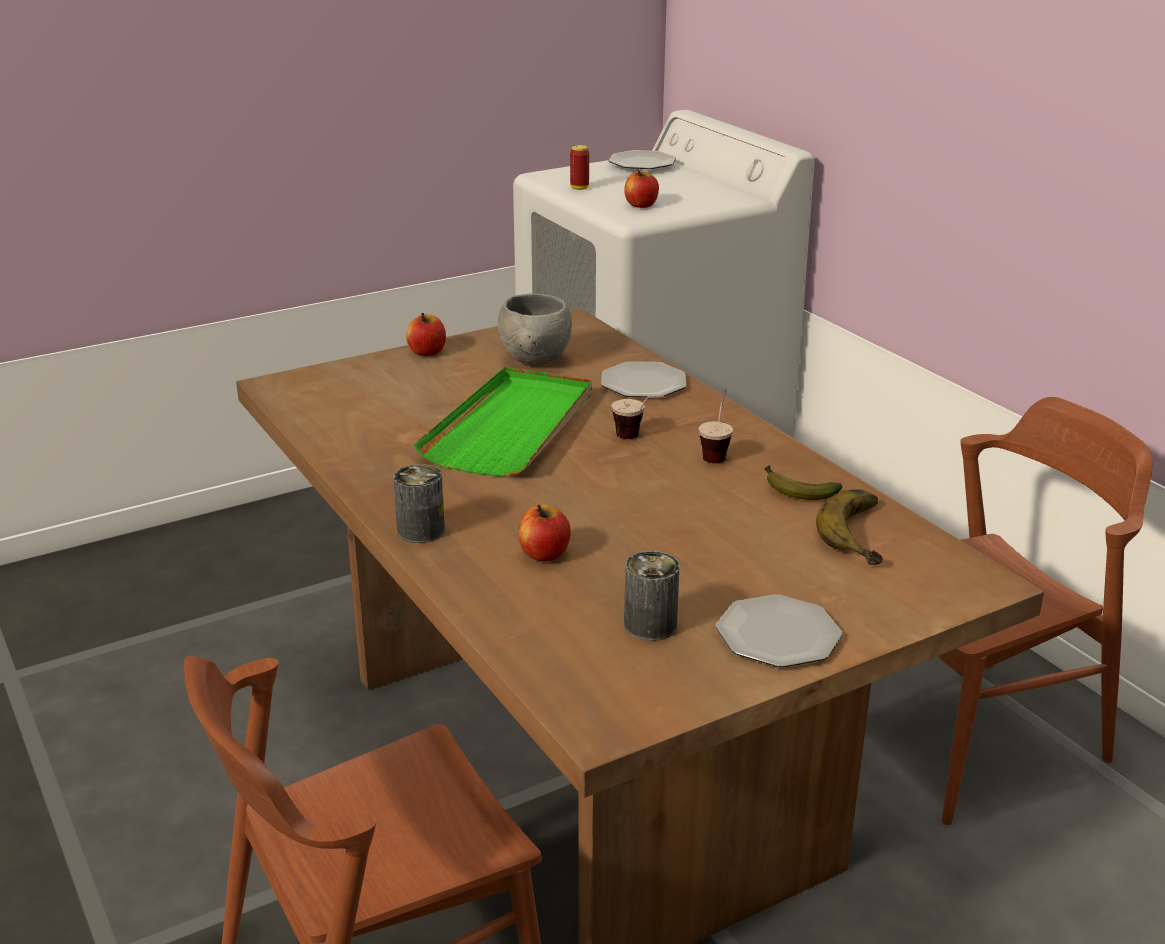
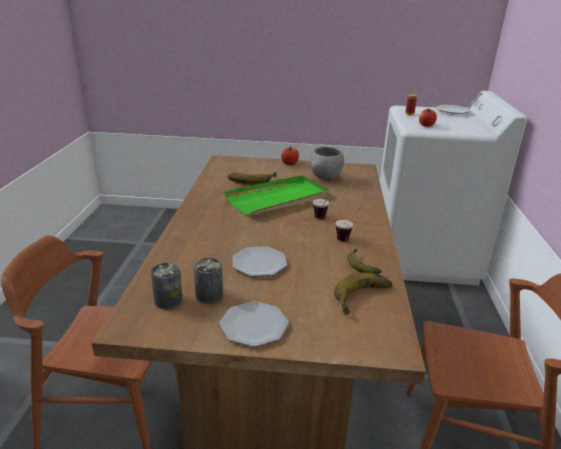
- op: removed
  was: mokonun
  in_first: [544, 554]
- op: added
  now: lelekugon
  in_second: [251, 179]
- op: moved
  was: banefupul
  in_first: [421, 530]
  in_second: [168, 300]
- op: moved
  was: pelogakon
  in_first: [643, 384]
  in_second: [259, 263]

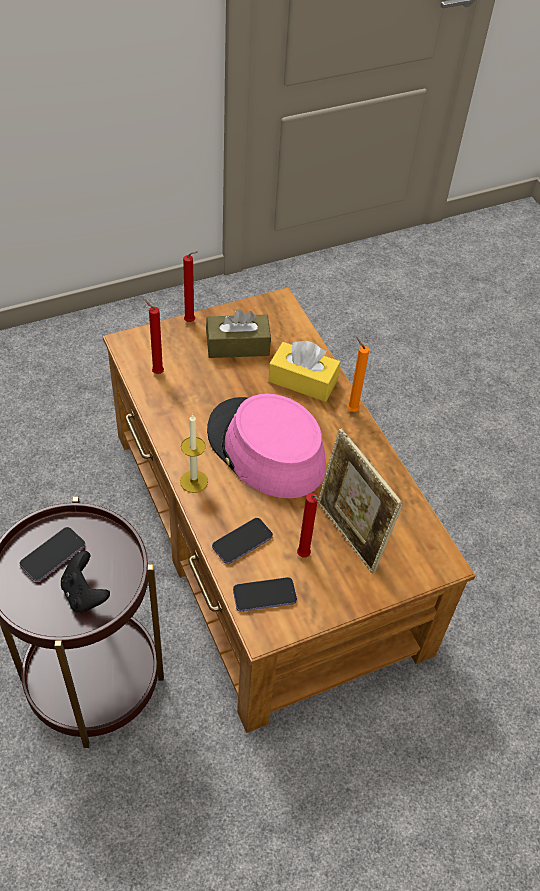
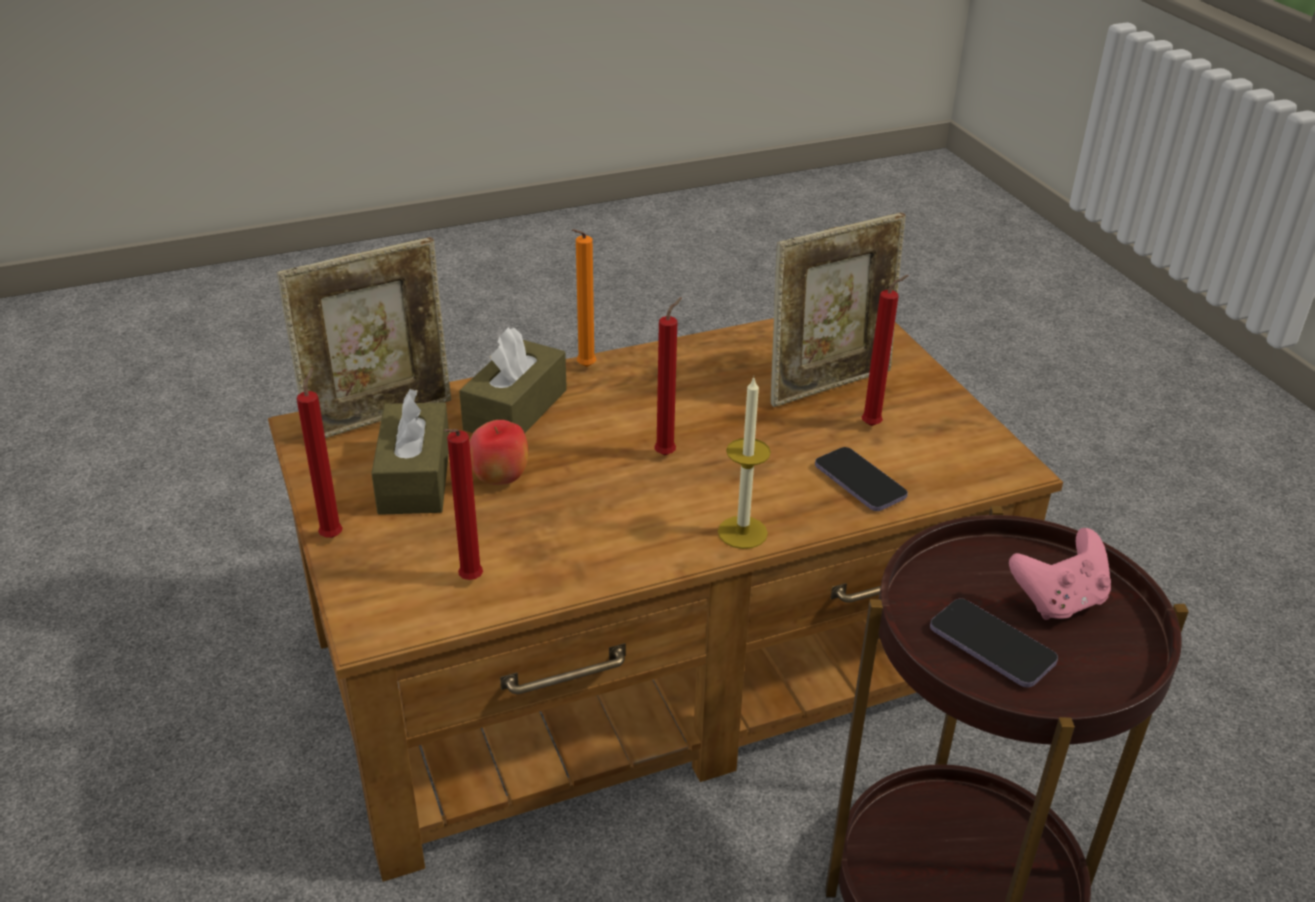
- op: removed
  was: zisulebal
  in_first: [264, 595]
- op: added
  now: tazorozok
  in_second: [380, 416]
- op: added
  now: mokonun
  in_second: [500, 479]
- op: replaced
  was: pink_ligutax
  now: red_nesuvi
  in_first: [265, 449]
  in_second: [667, 453]
- op: recoloured
  was: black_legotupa
  now: pink_legotupa
  in_first: [84, 594]
  in_second: [1058, 601]
- op: recoloured
  was: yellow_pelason
  now: brown_pelason
  in_first: [303, 380]
  in_second: [515, 410]

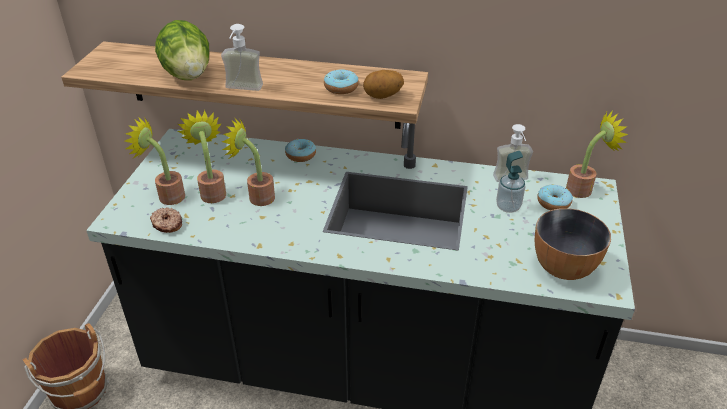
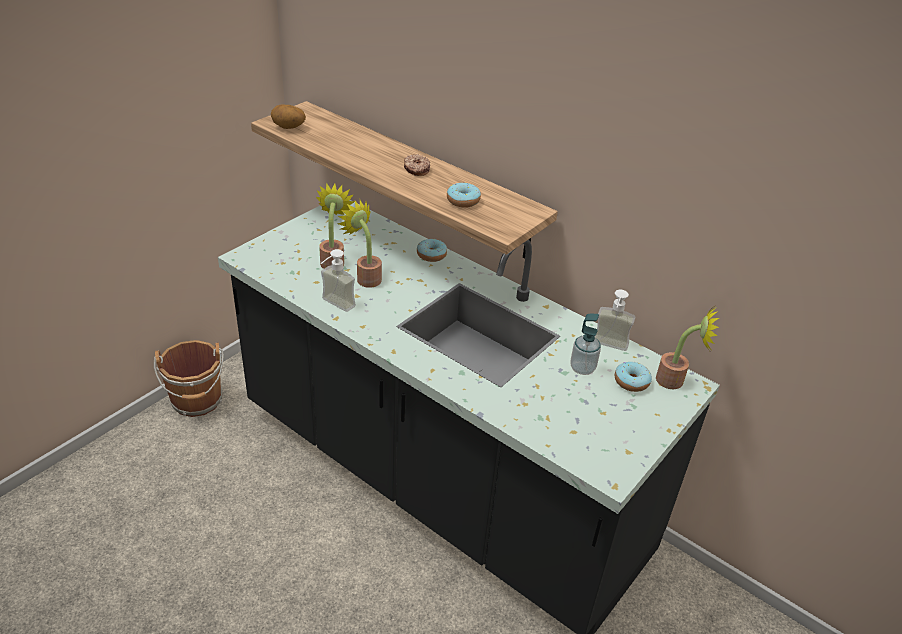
- op: removed
  was: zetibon
  in_first: [167, 196]
- op: removed
  was: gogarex
  in_first: [188, 75]
- op: removed
  was: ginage
  in_first: [564, 267]
- op: moved
  was: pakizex
  in_first: [167, 224]
  in_second: [416, 169]
- op: moved
  was: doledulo
  in_first: [242, 90]
  in_second: [333, 306]
- op: moved
  was: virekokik
  in_first: [383, 96]
  in_second: [288, 128]

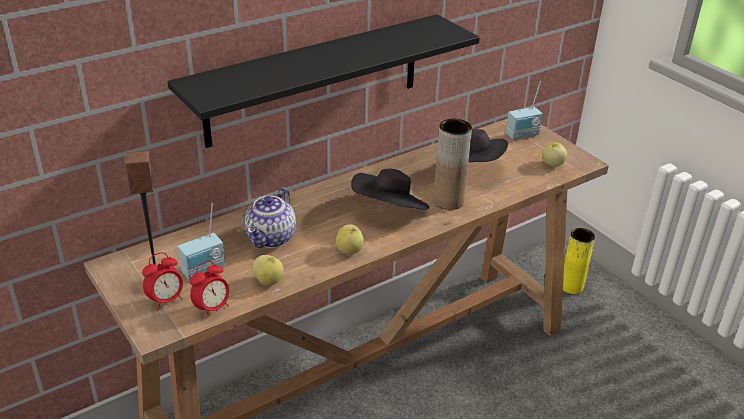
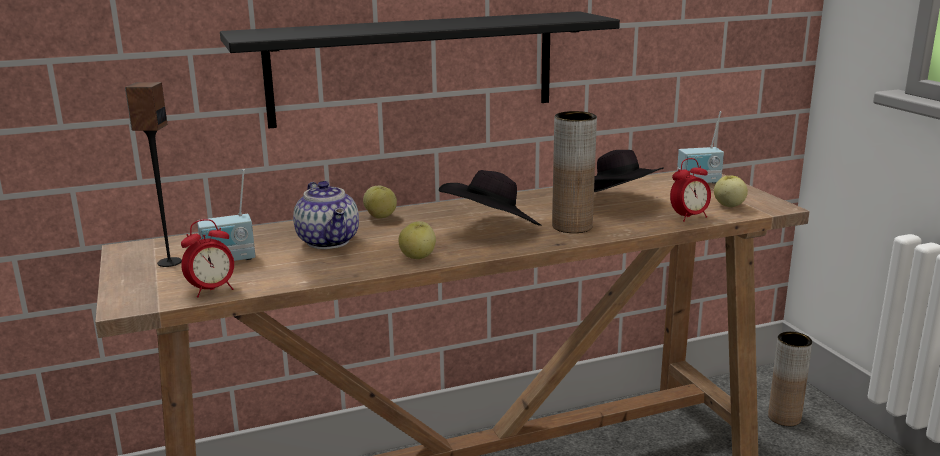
- op: moved
  was: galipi
  in_first: [166, 300]
  in_second: [689, 217]
- op: moved
  was: mokonun
  in_first: [268, 281]
  in_second: [380, 216]
- op: recoloured
  was: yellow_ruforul
  now: brown_ruforul
  in_first: [571, 287]
  in_second: [784, 418]
- op: turned
  was: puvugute
  in_first: [272, 239]
  in_second: [330, 241]
  clockwise: -60

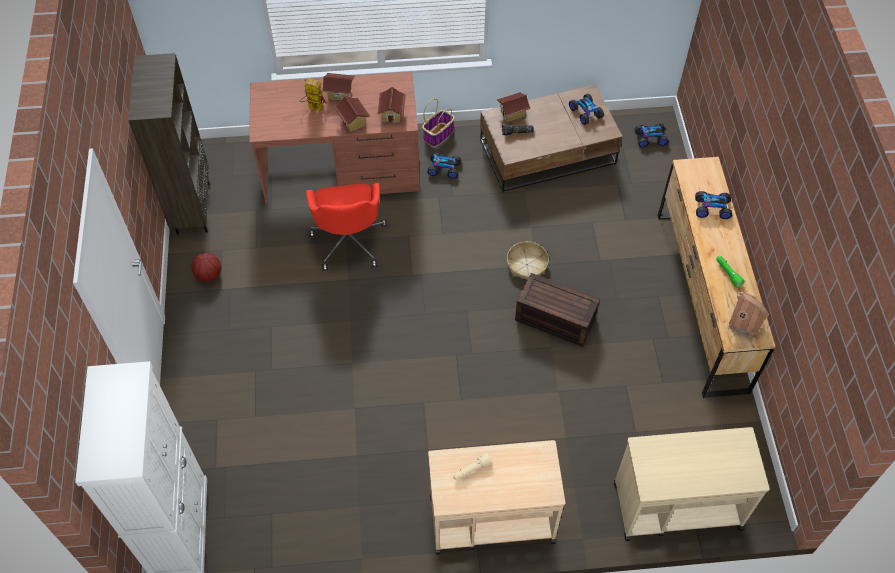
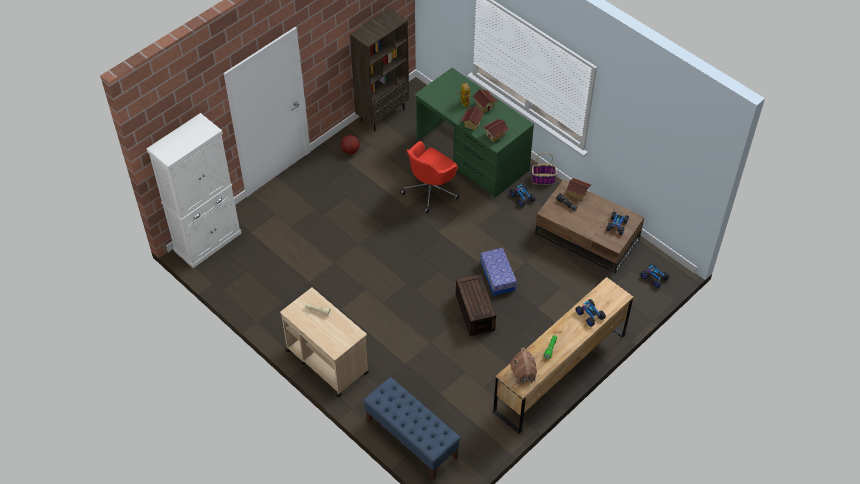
- op: replaced
  was: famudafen
  now: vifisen
  in_first: [527, 264]
  in_second: [497, 276]
- op: replaced
  was: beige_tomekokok
  now: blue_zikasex
  in_first: [676, 505]
  in_second: [411, 439]
- op: recoloured
  was: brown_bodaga
  now: green_bodaga
  in_first: [342, 170]
  in_second: [472, 155]

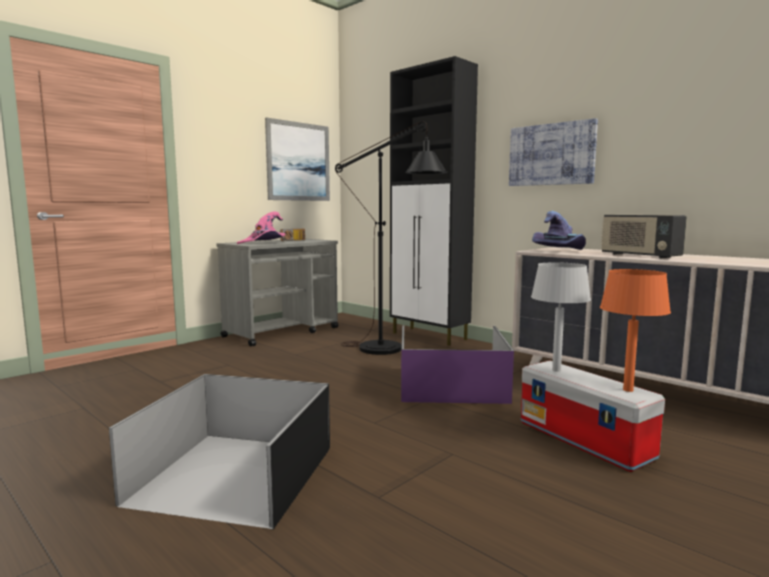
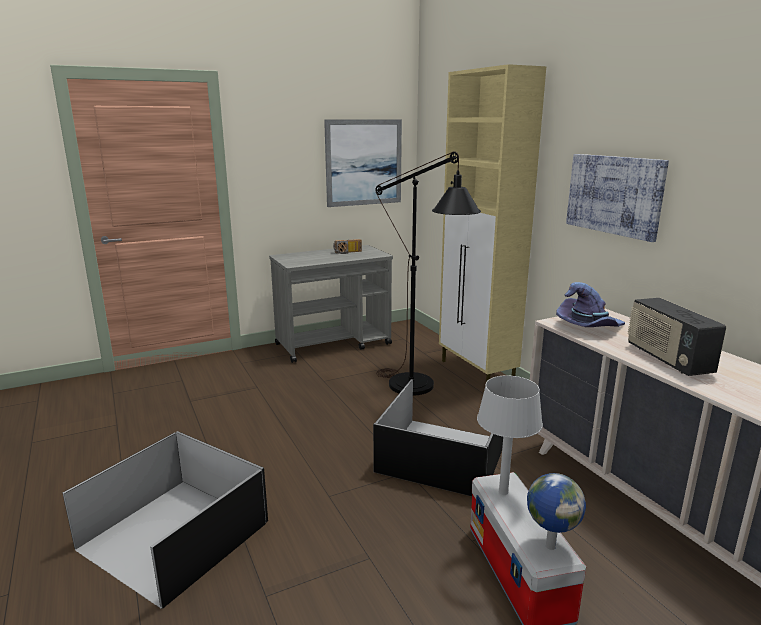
- op: removed
  was: pink_ligutax
  in_first: [263, 243]
- op: replaced
  was: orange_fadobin
  now: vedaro
  in_first: [627, 389]
  in_second: [550, 545]
- op: recoloured
  was: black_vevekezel
  now: beige_vevekezel
  in_first: [430, 336]
  in_second: [477, 372]
- op: recoloured
  was: purple_vifisen
  now: black_vifisen
  in_first: [453, 384]
  in_second: [444, 456]

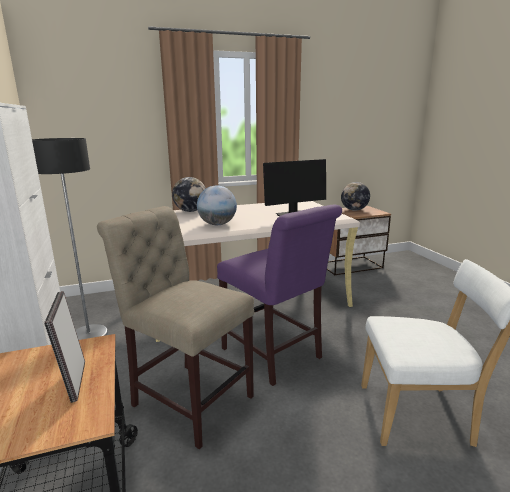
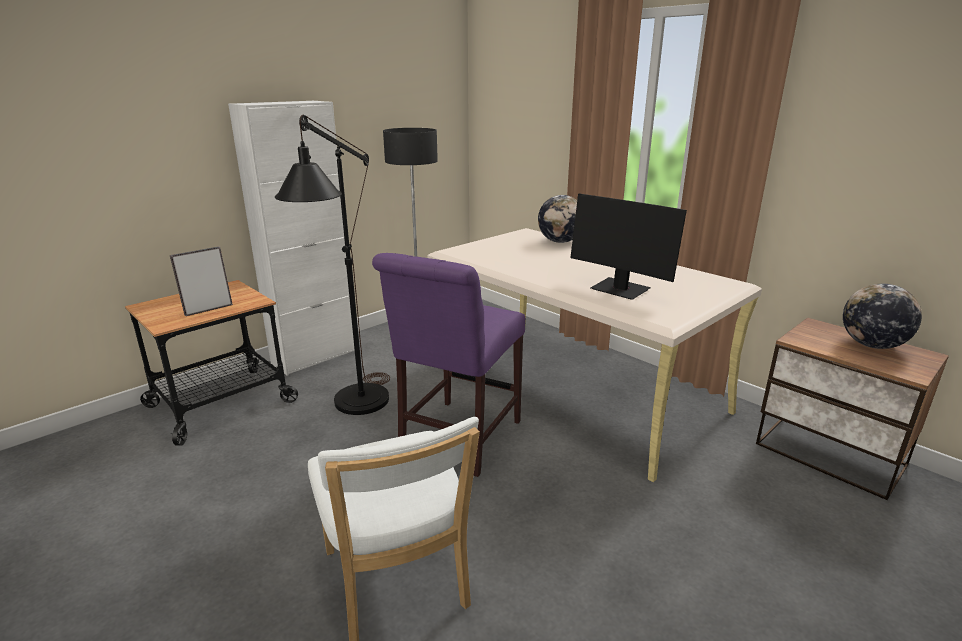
- op: removed
  was: vedaro
  in_first: [217, 224]
- op: replaced
  was: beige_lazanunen
  now: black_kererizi
  in_first: [188, 397]
  in_second: [355, 408]

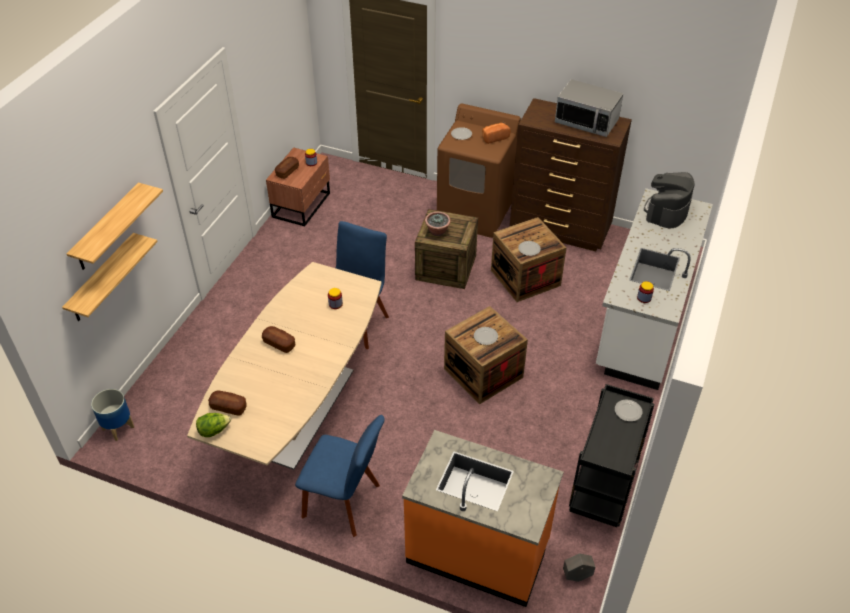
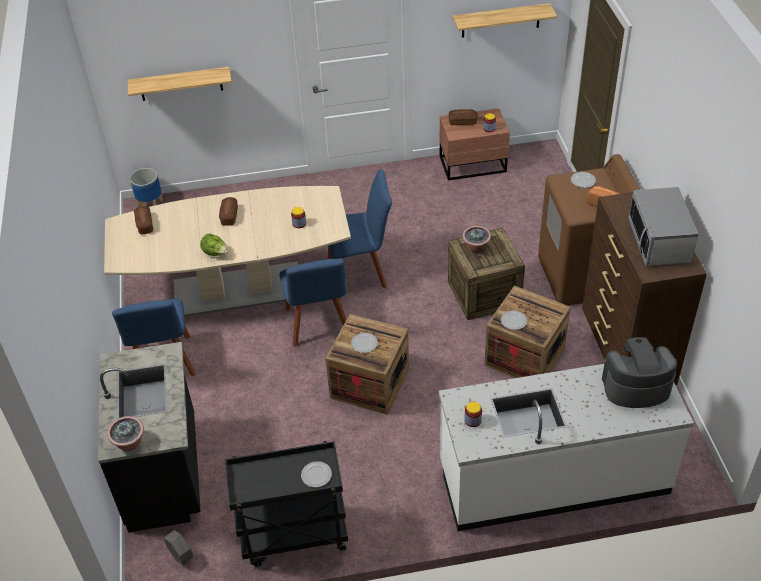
- op: added
  now: zetibon
  in_second: [130, 443]
- op: added
  now: blue_lazanunen
  in_second: [318, 325]
- op: moved
  was: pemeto
  in_first: [107, 228]
  in_second: [500, 20]
- op: moved
  was: gogarex
  in_first: [214, 430]
  in_second: [215, 253]
- op: recoloured
  was: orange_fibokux
  now: black_fibokux
  in_first: [478, 552]
  in_second: [165, 473]

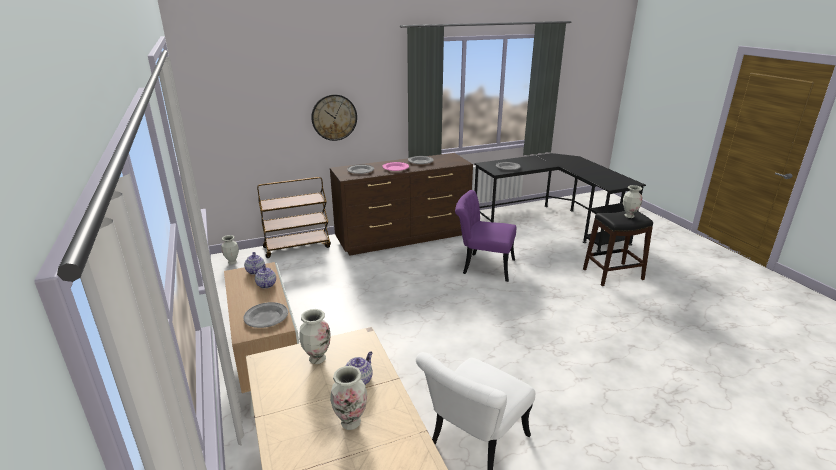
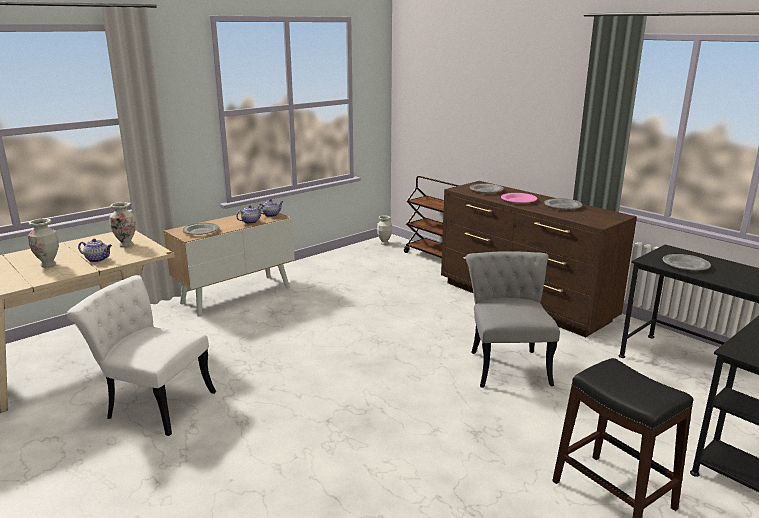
- op: removed
  was: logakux
  in_first: [334, 117]
- op: removed
  was: ruforul
  in_first: [629, 216]
- op: recoloured
  was: purple_lazanunen
  now: grey_lazanunen
  in_first: [482, 266]
  in_second: [507, 363]

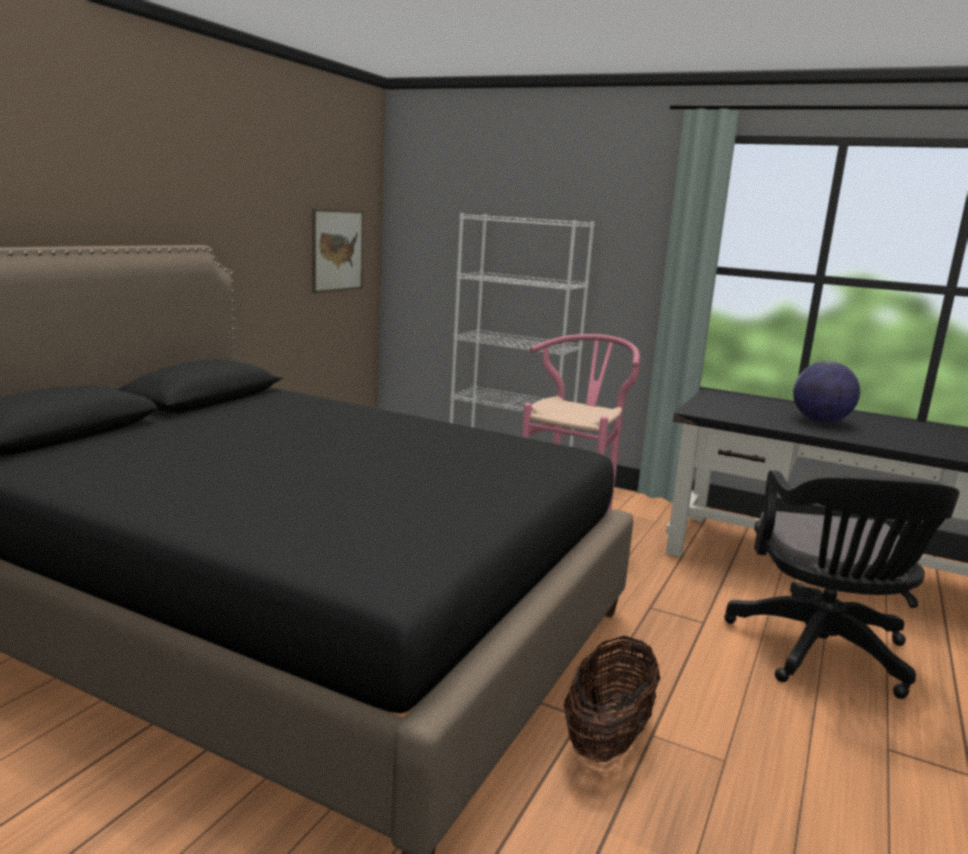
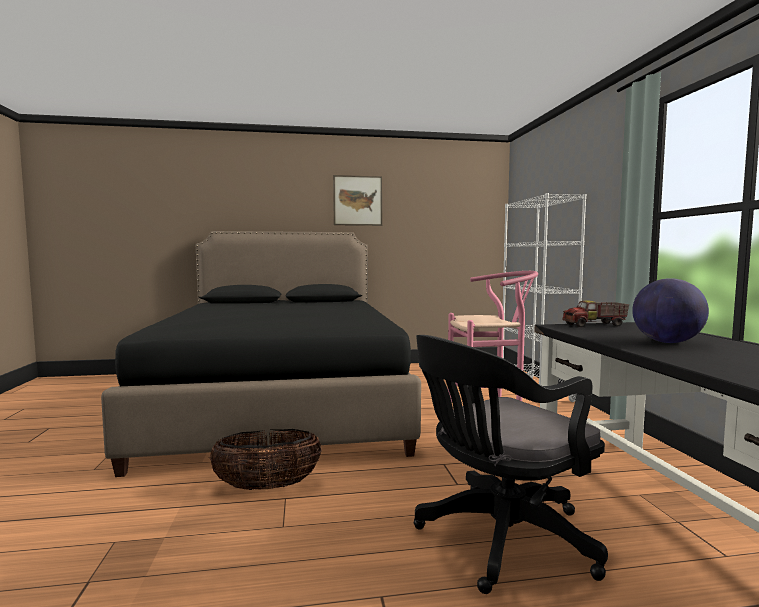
- op: added
  now: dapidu
  in_second: [595, 325]
- op: moved
  was: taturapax
  in_first: [337, 250]
  in_second: [357, 200]

